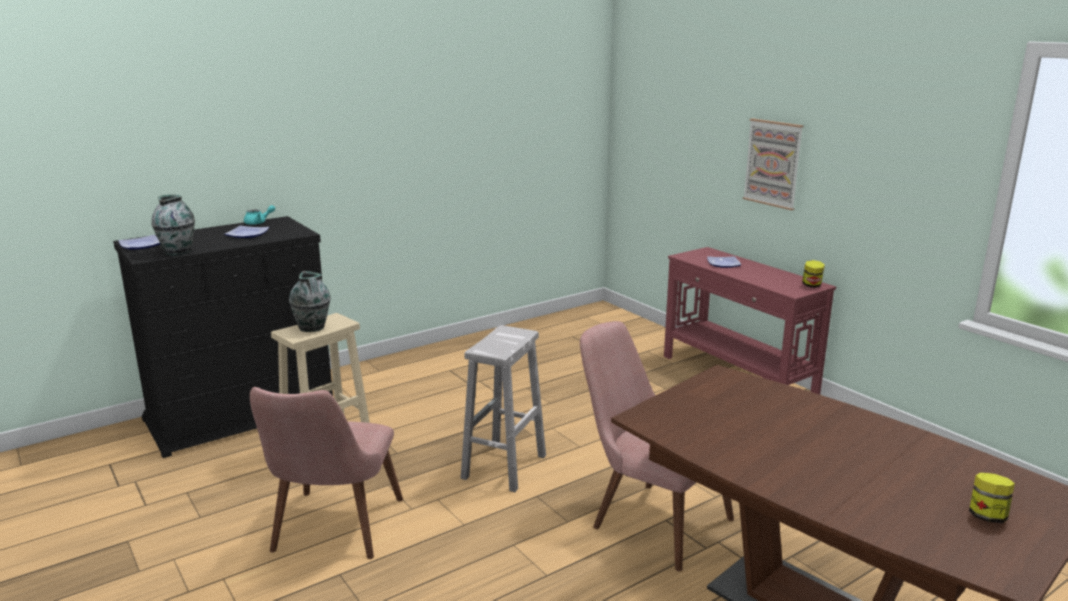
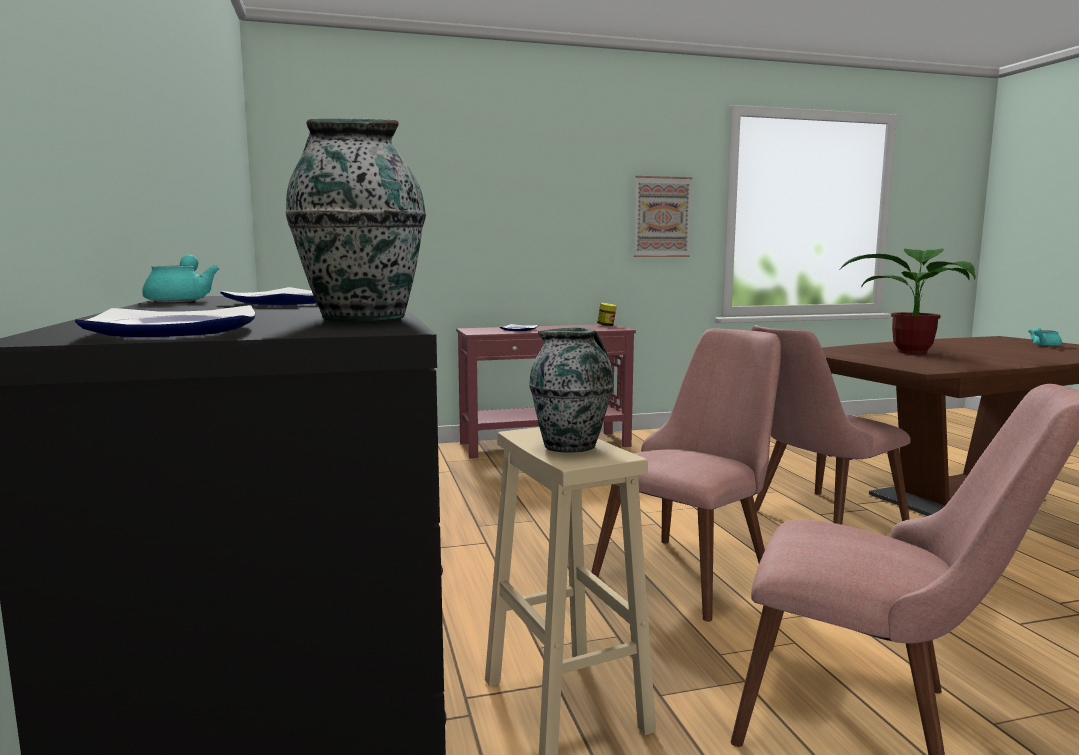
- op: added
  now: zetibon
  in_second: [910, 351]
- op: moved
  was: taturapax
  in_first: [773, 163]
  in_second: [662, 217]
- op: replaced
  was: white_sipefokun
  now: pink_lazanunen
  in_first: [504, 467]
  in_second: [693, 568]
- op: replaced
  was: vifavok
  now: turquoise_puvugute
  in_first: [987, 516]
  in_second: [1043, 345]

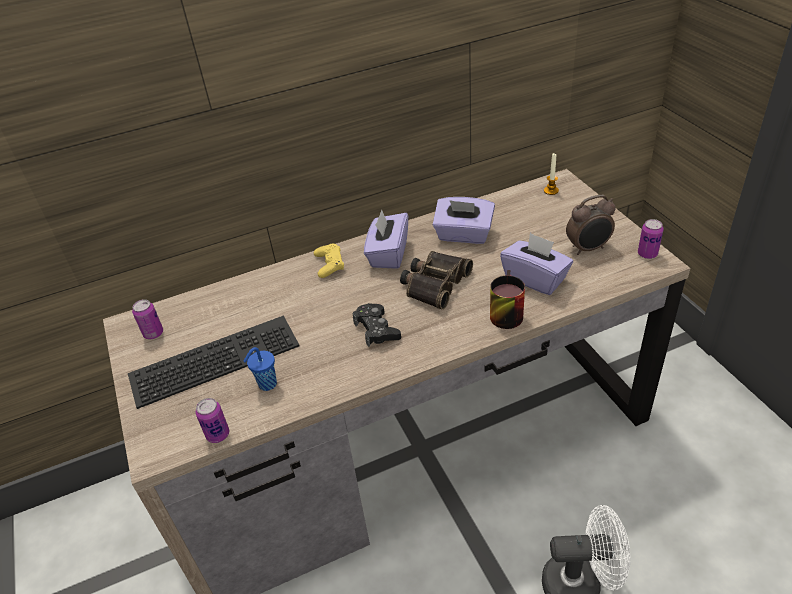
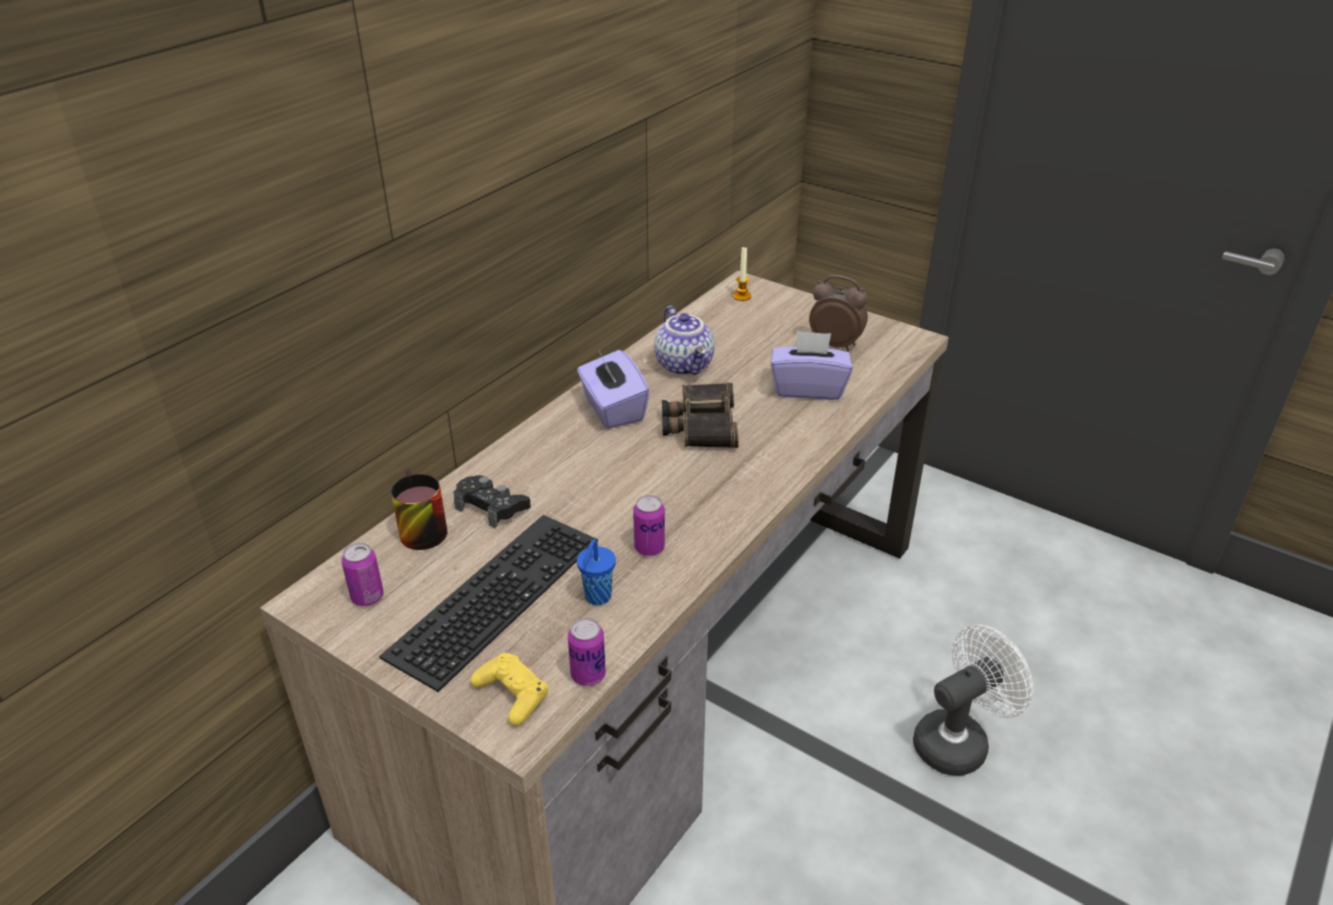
- op: moved
  was: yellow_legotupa
  in_first: [329, 264]
  in_second: [512, 694]
- op: moved
  was: black_legotupa
  in_first: [376, 330]
  in_second: [491, 507]
- op: moved
  was: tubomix
  in_first: [503, 312]
  in_second: [417, 529]
- op: moved
  was: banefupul
  in_first: [647, 254]
  in_second: [649, 548]
- op: replaced
  was: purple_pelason
  now: puvugute
  in_first: [463, 235]
  in_second: [685, 365]
- op: turned
  was: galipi
  in_first: [588, 249]
  in_second: [835, 344]
  clockwise: -105

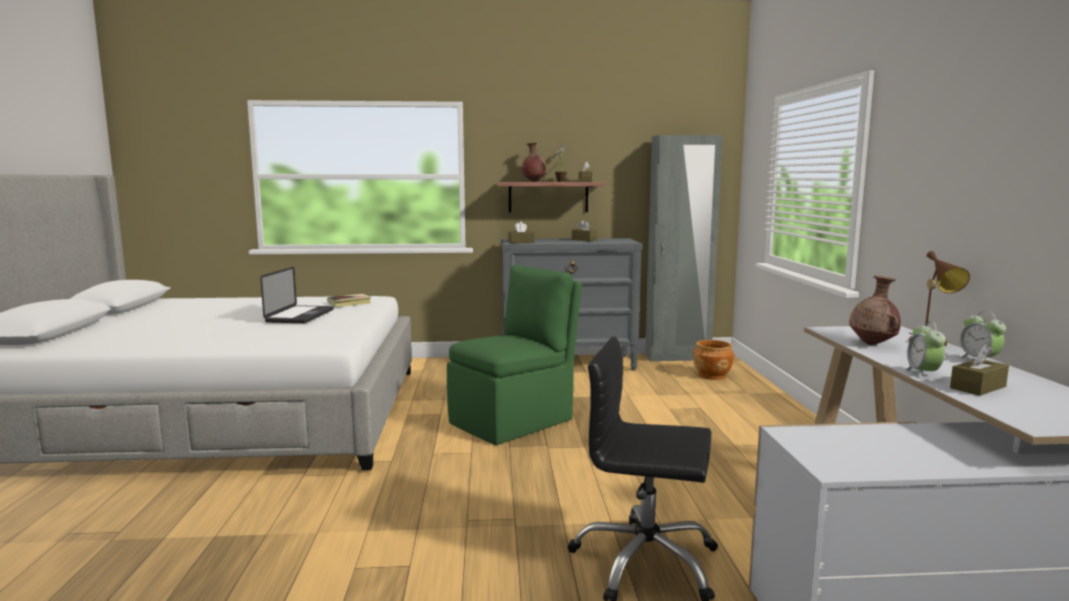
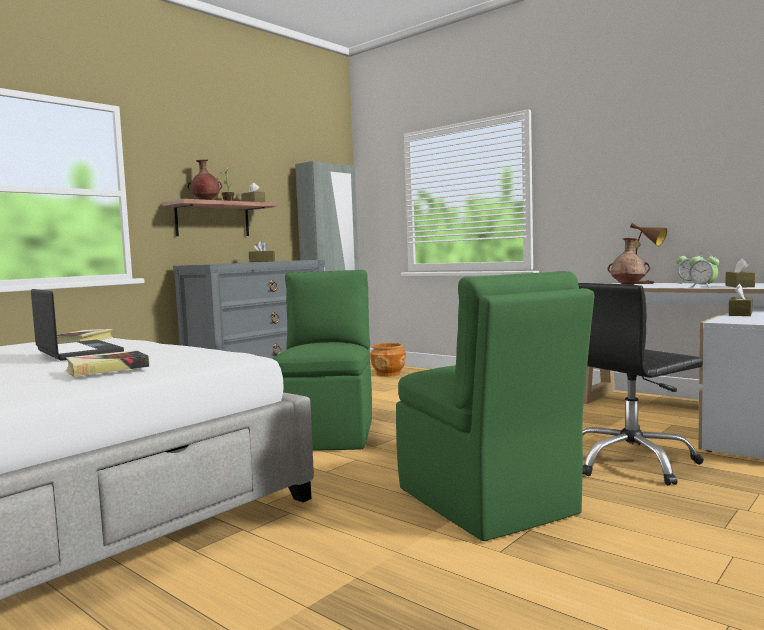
- op: added
  now: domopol
  in_second: [107, 369]
- op: added
  now: green_lazanunen
  in_second: [487, 503]
- op: moved
  was: brown_pelason
  in_first: [521, 242]
  in_second: [740, 314]

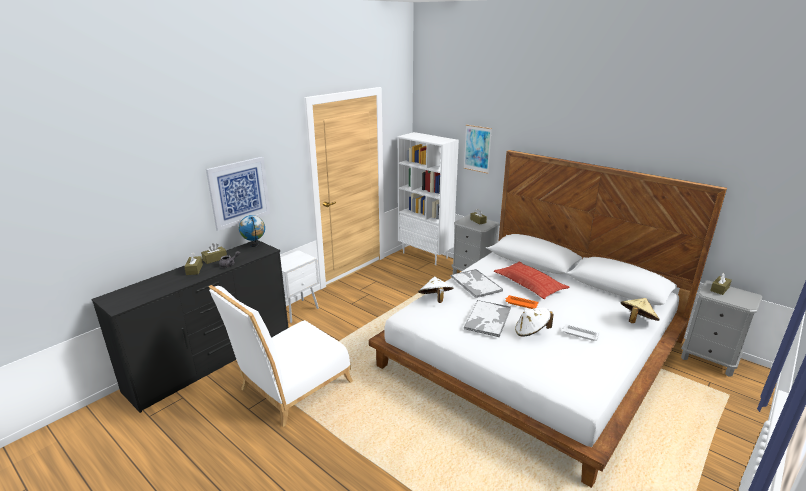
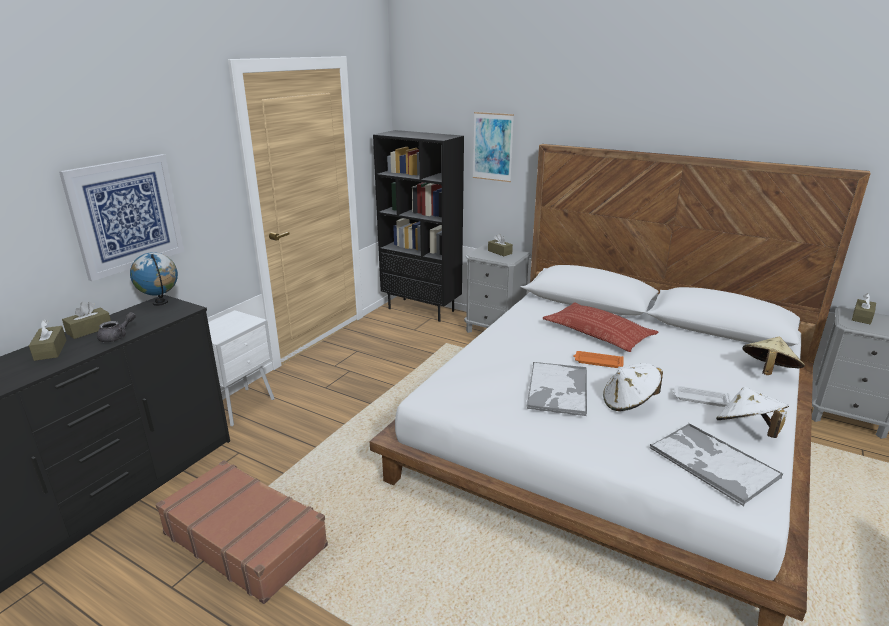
- op: moved
  was: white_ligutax
  in_first: [435, 299]
  in_second: [747, 429]
- op: moved
  was: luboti
  in_first: [475, 283]
  in_second: [712, 462]
- op: replaced
  was: white_lazanunen
  now: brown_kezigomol
  in_first: [291, 388]
  in_second: [245, 539]
- op: recoloured
  was: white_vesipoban
  now: black_vesipoban
  in_first: [425, 255]
  in_second: [422, 309]

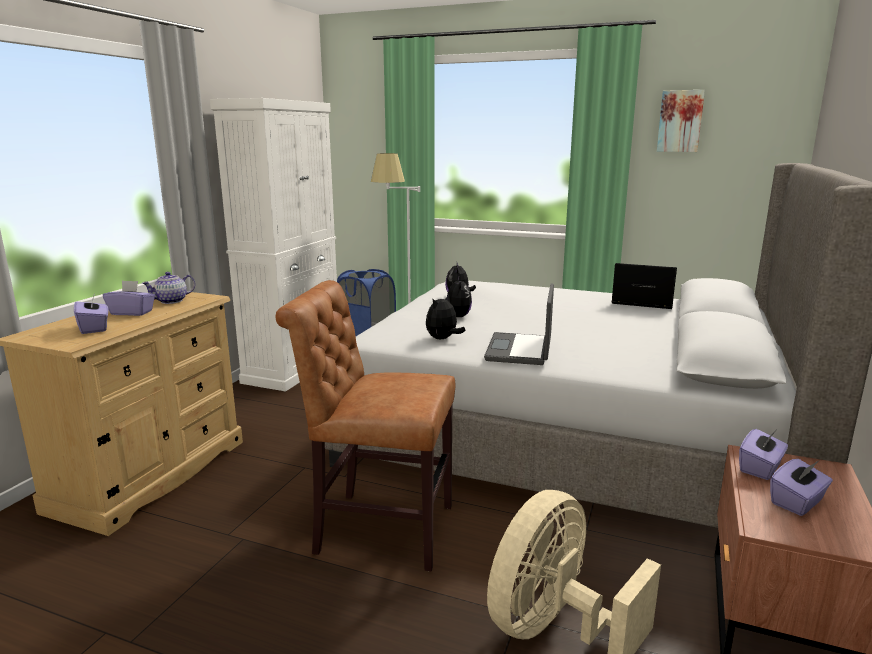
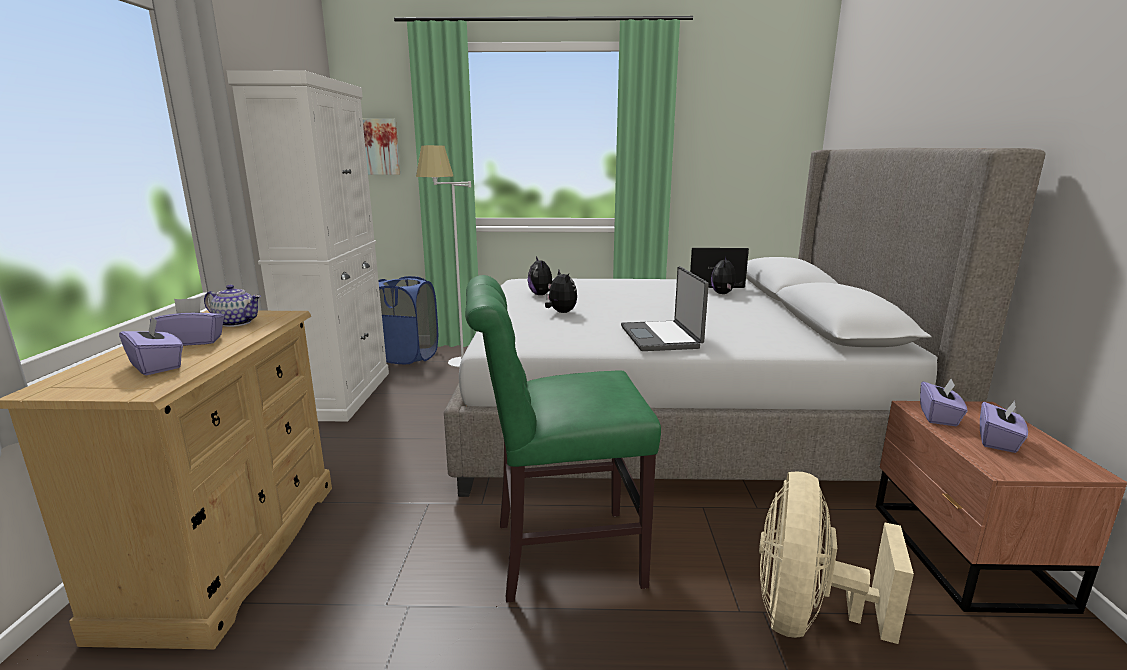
- op: moved
  was: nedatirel
  in_first: [443, 339]
  in_second: [724, 294]
- op: moved
  was: taturapax
  in_first: [680, 121]
  in_second: [380, 147]
- op: recoloured
  was: brown_lazanunen
  now: green_lazanunen
  in_first: [377, 528]
  in_second: [558, 554]
- op: turned
  was: puvugute
  in_first: [172, 301]
  in_second: [236, 322]
  clockwise: -105

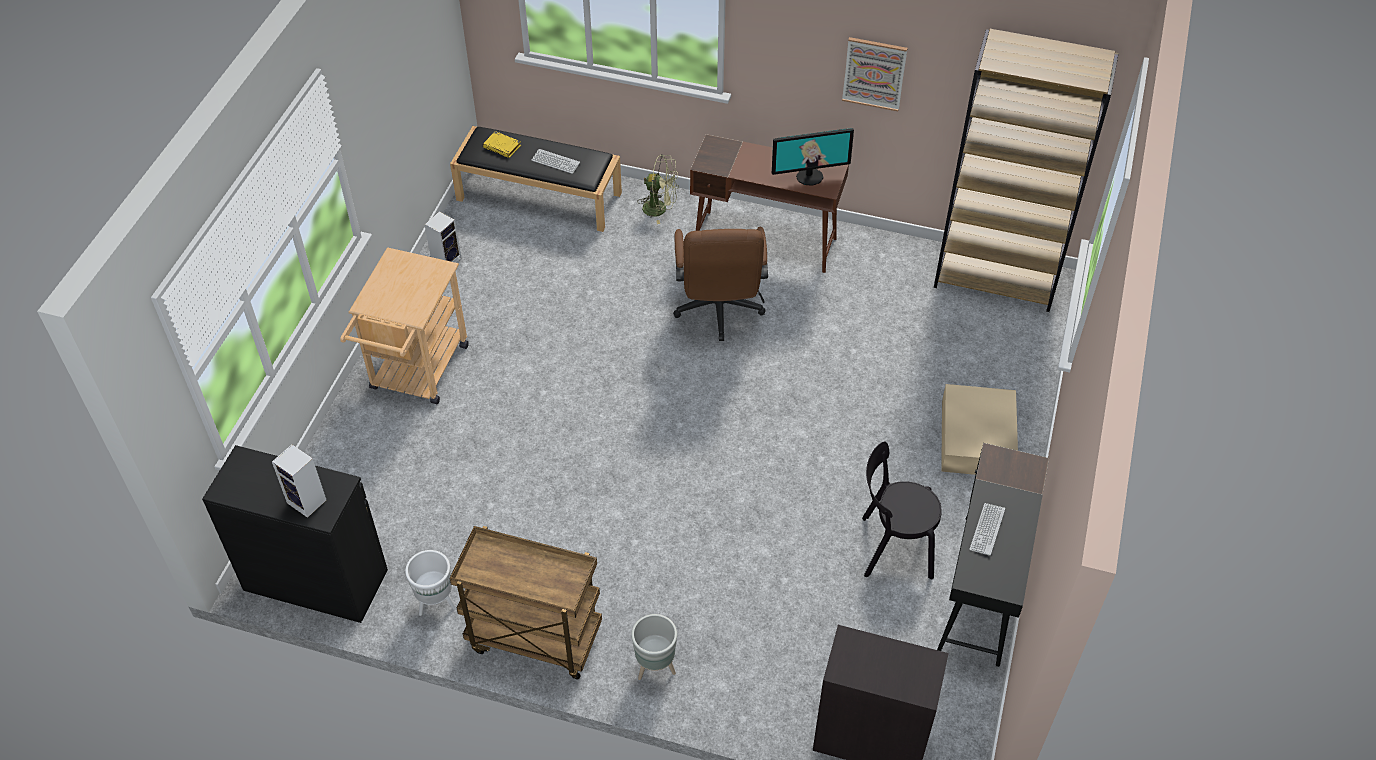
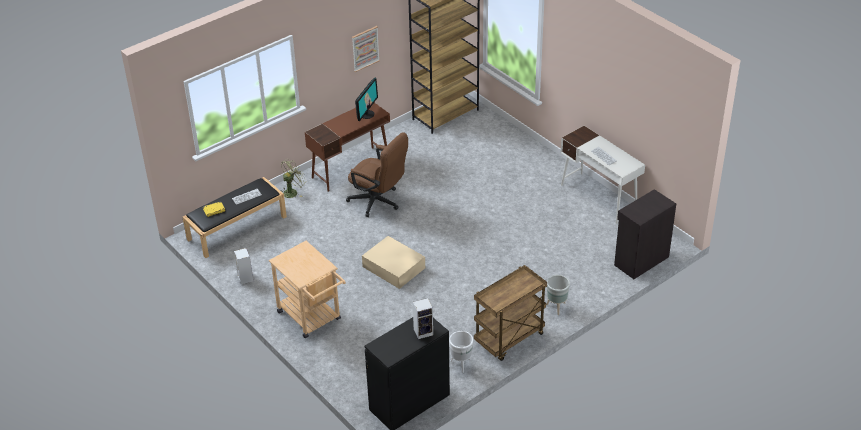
- op: removed
  was: black_lazanunen
  in_first: [892, 547]
- op: moved
  was: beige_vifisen
  in_first: [976, 440]
  in_second: [394, 268]
- op: recoloured
  was: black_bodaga
  now: white_bodaga
  in_first: [982, 590]
  in_second: [599, 198]

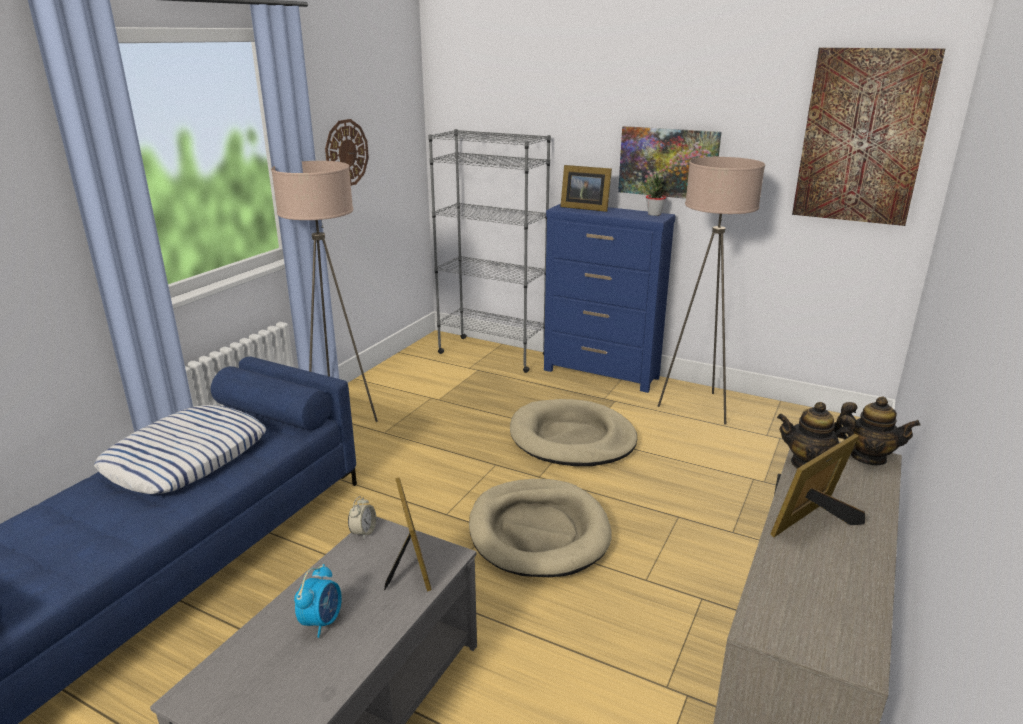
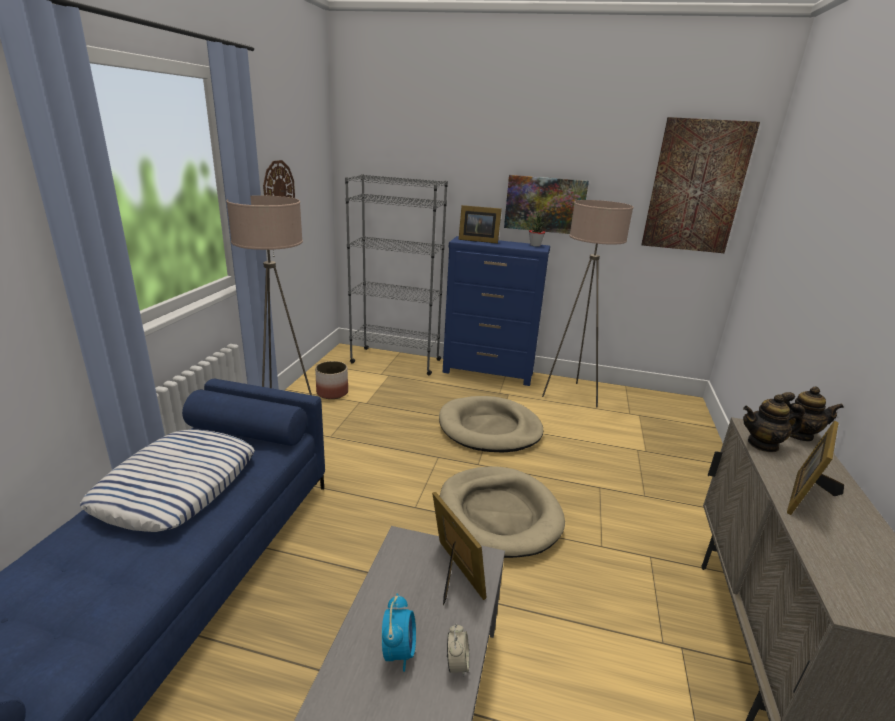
- op: added
  now: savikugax
  in_second: [332, 393]
- op: moved
  was: galipi
  in_first: [363, 532]
  in_second: [457, 664]

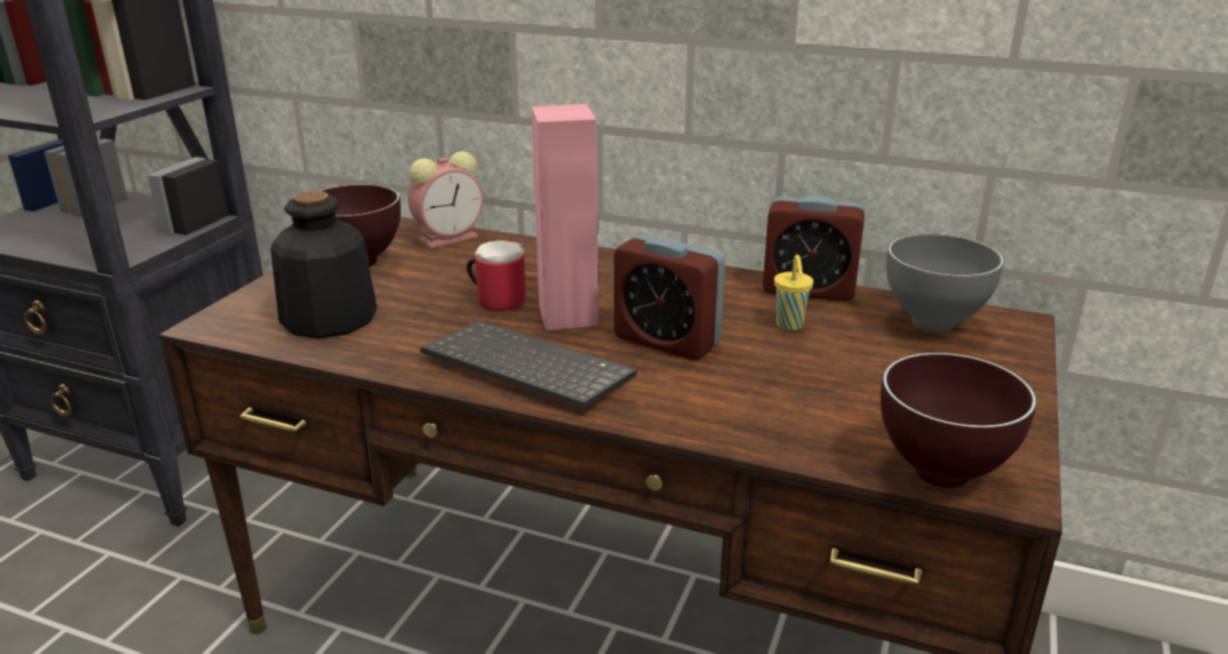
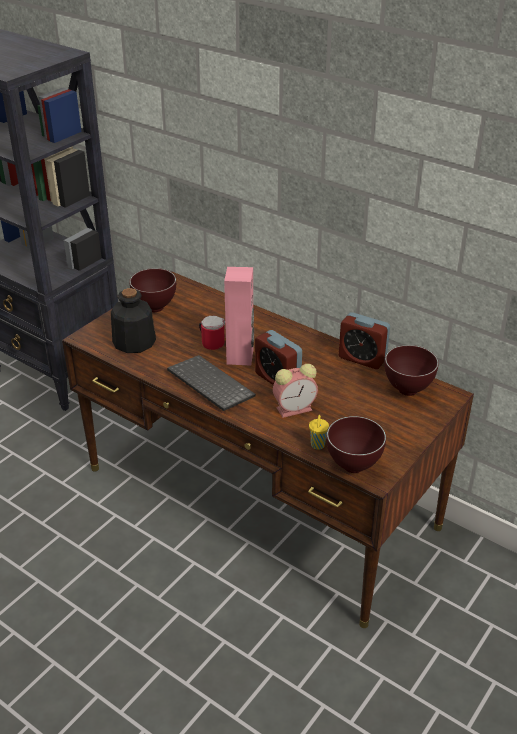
- op: moved
  was: galipi
  in_first: [450, 237]
  in_second: [295, 408]
- op: moved
  was: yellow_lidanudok
  in_first: [790, 326]
  in_second: [317, 446]
- op: recoloured
  was: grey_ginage
  now: brown_ginage
  in_first: [935, 326]
  in_second: [408, 391]

